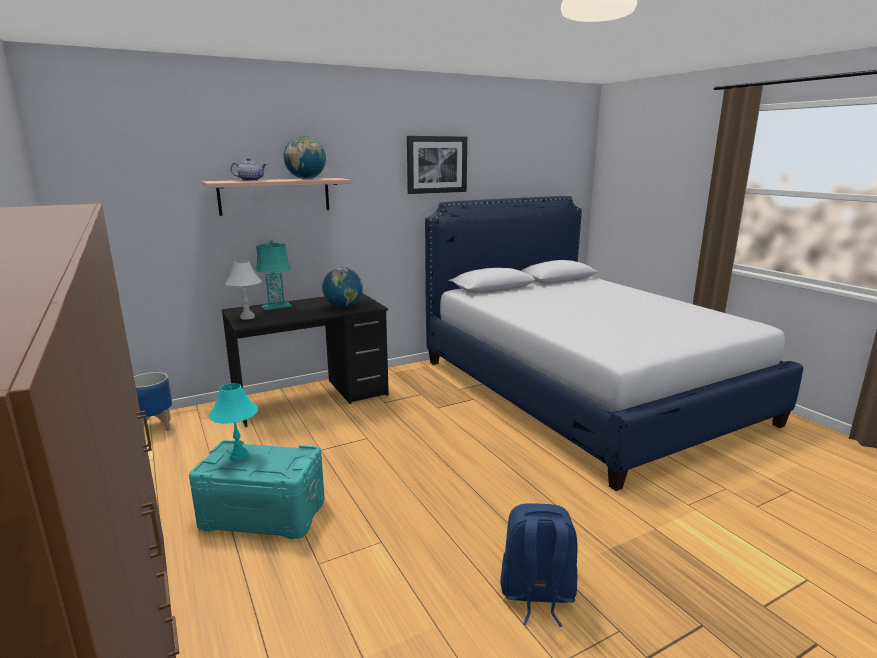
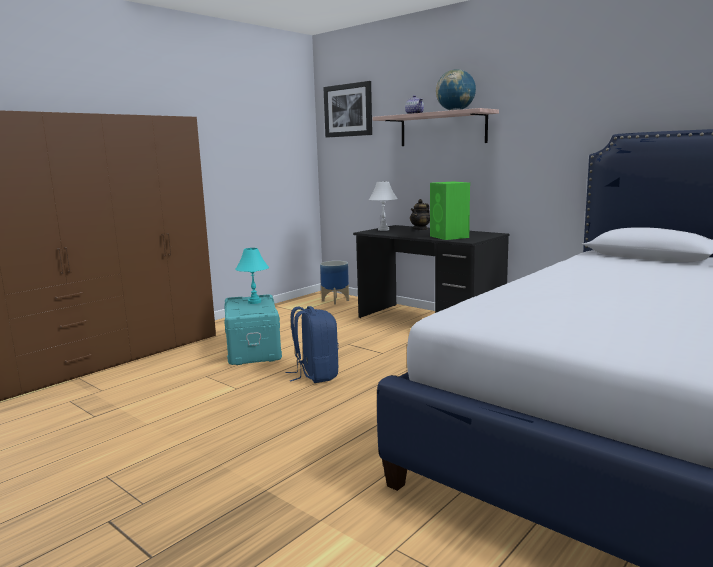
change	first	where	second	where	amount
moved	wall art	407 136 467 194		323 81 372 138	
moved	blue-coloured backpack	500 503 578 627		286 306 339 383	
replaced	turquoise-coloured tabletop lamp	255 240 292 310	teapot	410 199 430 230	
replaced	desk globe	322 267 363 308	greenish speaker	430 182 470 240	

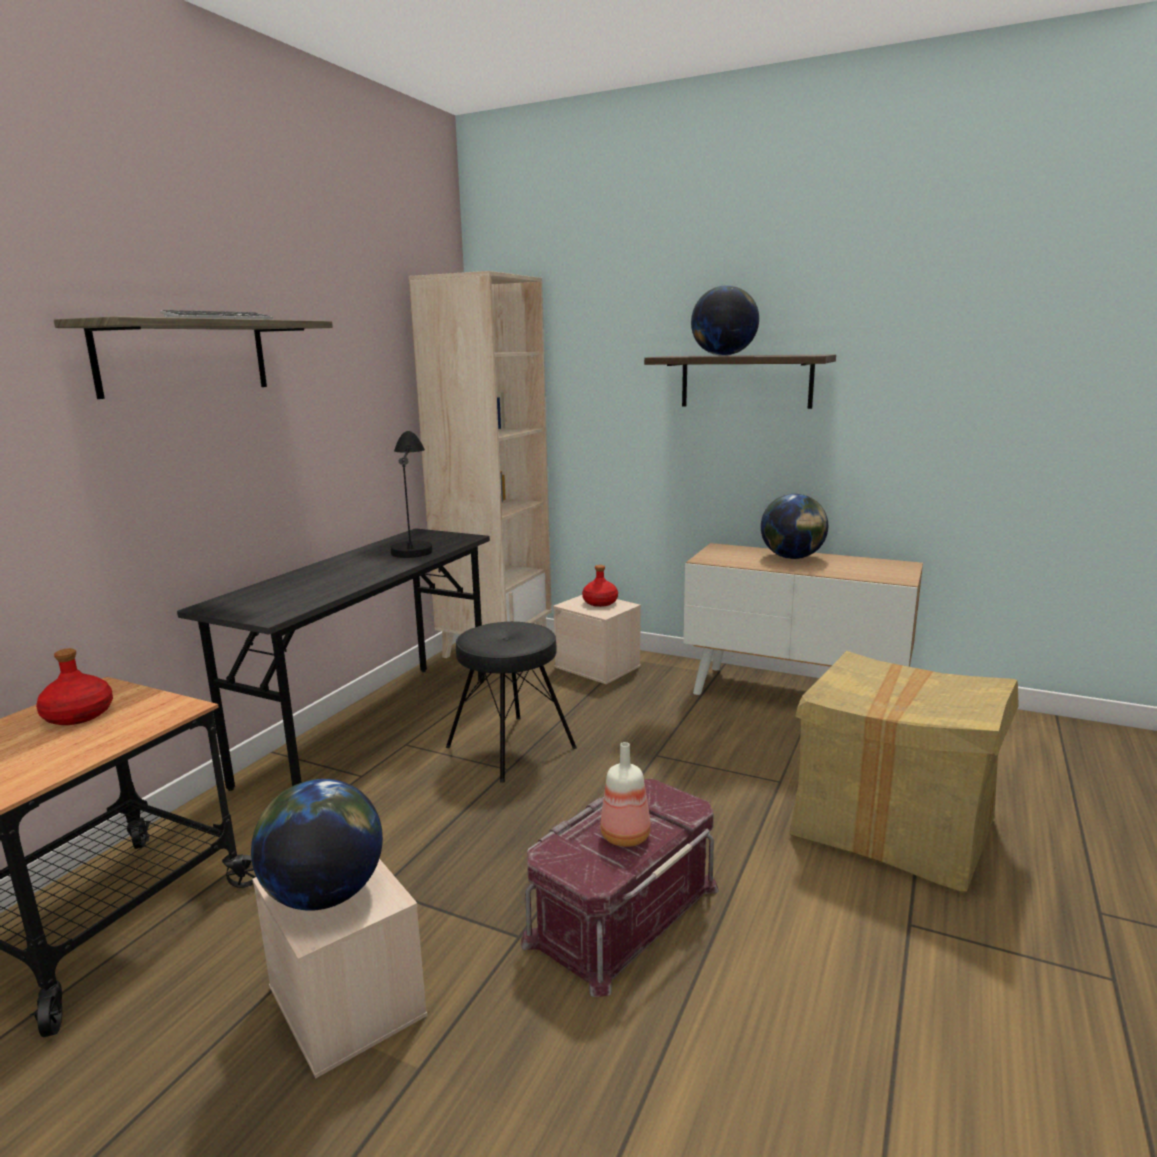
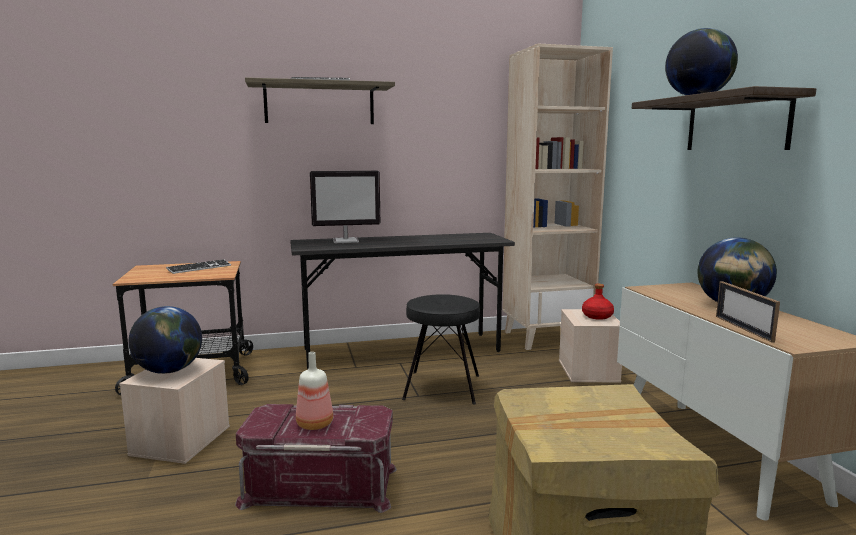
change	first	where	second	where	amount
removed	black tabletop lamp	391 431 432 558			
added			computer screen	310 171 380 243	
added			photo frame	716 281 780 343	
replaced	red bottle	36 648 113 725	PC keyboard	166 259 231 274	

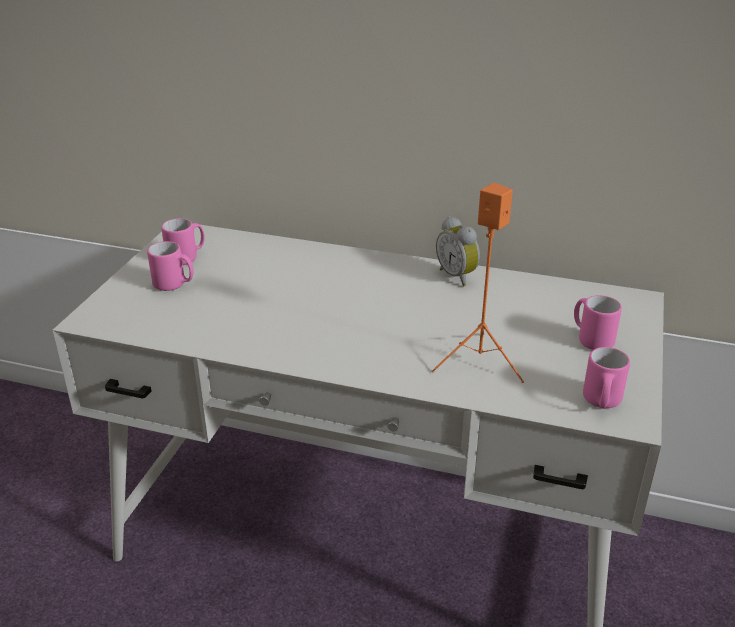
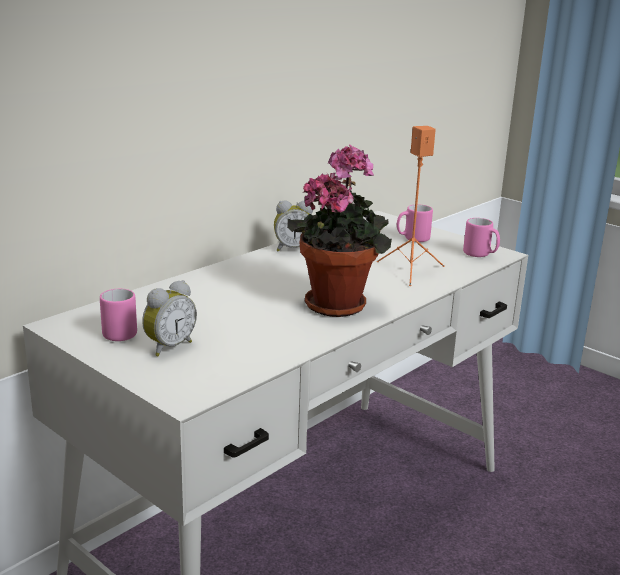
change	first	where	second	where	amount
added			houseplant	287 144 392 317	
replaced	pink mug	147 241 194 291	bedside clock	142 280 197 356	

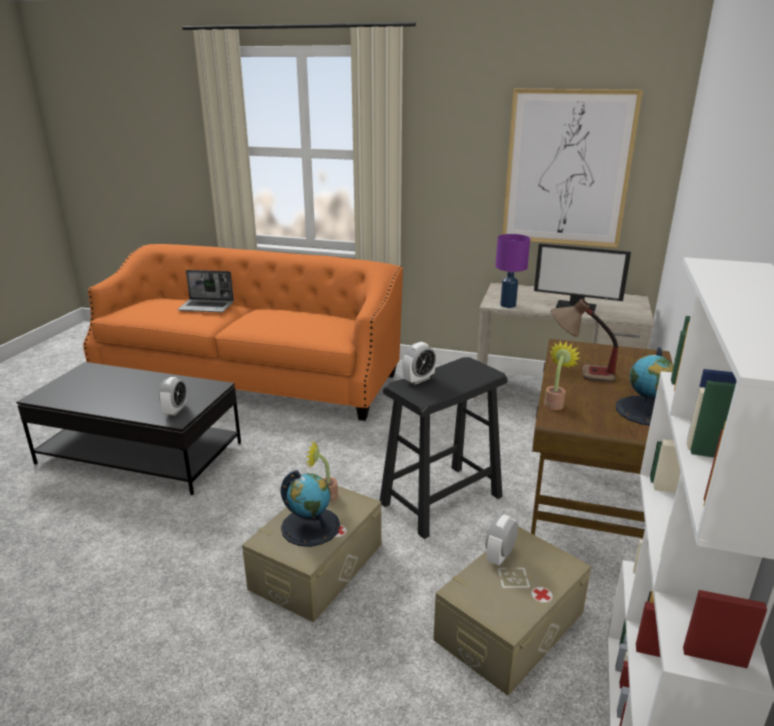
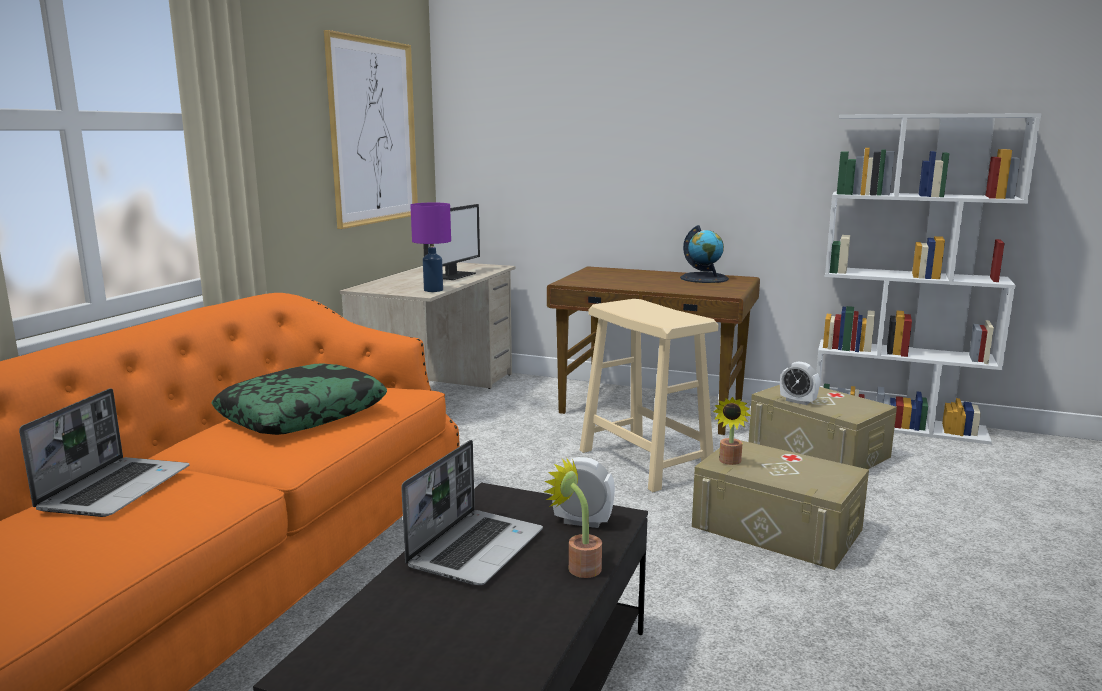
change	first	where	second	where	amount
removed	desk globe	281 470 340 547			
removed	bedside clock	402 342 436 385			
removed	tabletop lamp	550 299 618 382			
added			pillow	211 363 387 435	
added			notebook computer	401 440 543 585	
moved	houseplant	544 341 580 410		544 457 602 578	
recoloured	black sitting stool	380 357 508 539	sand-coloured sitting stool	580 299 718 492	

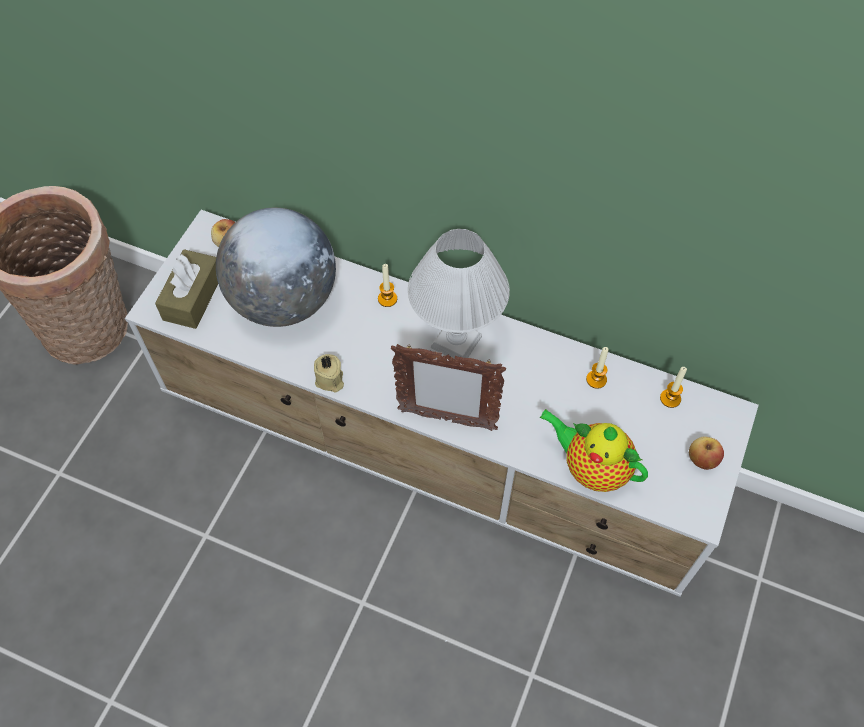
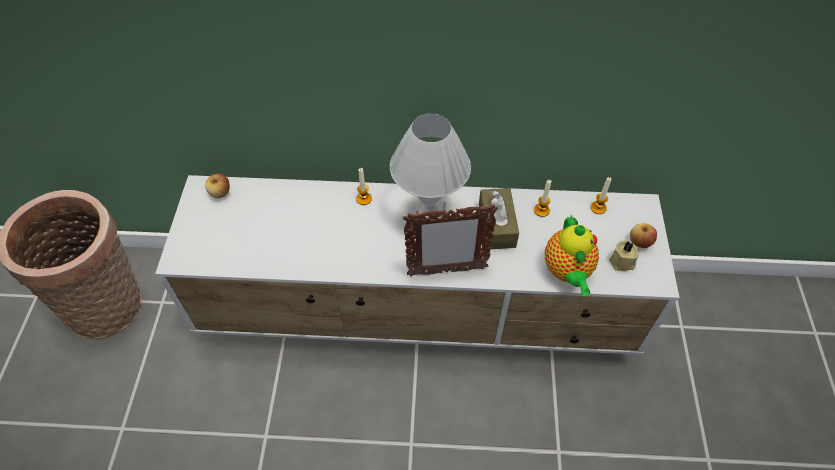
change	first	where	second	where	amount
removed	desk globe	216 208 336 327			
moved	brownish tissue holder	155 249 218 329		479 188 519 249	
moved	sand-coloured wax light	314 354 344 393		609 241 639 271	
turned	teapot	539 409 648 492		545 215 599 296	105 degrees counterclockwise

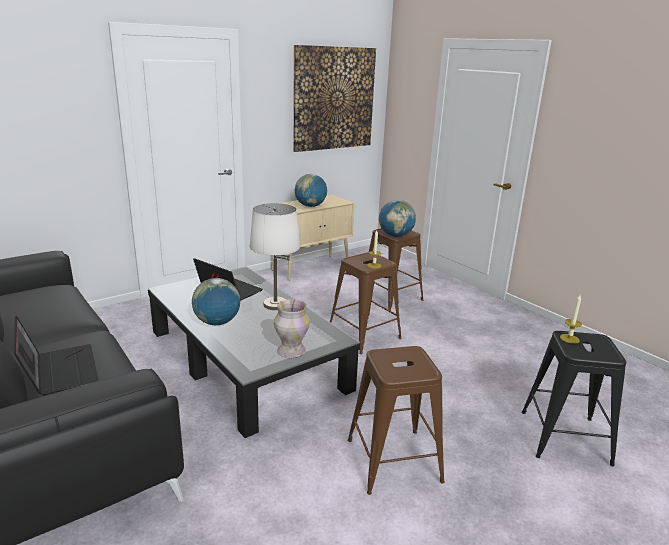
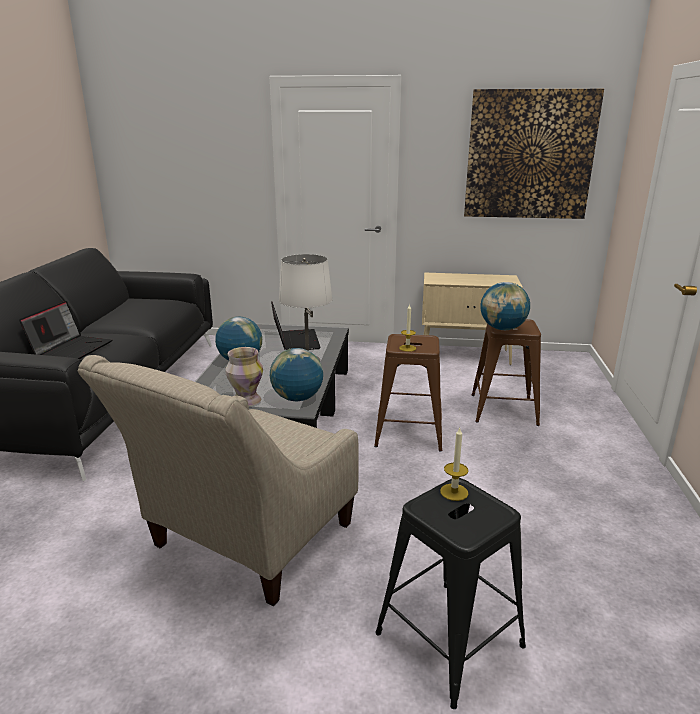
change	first	where	second	where	amount
moved	desk globe	295 174 327 207		270 348 323 401	
replaced	brownish sitting stool	348 346 445 495	sand-coloured easy chair	78 355 359 606	

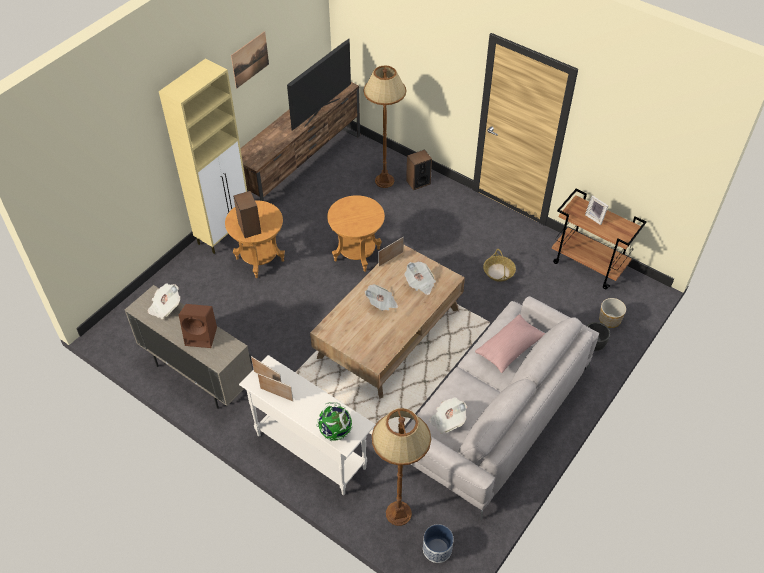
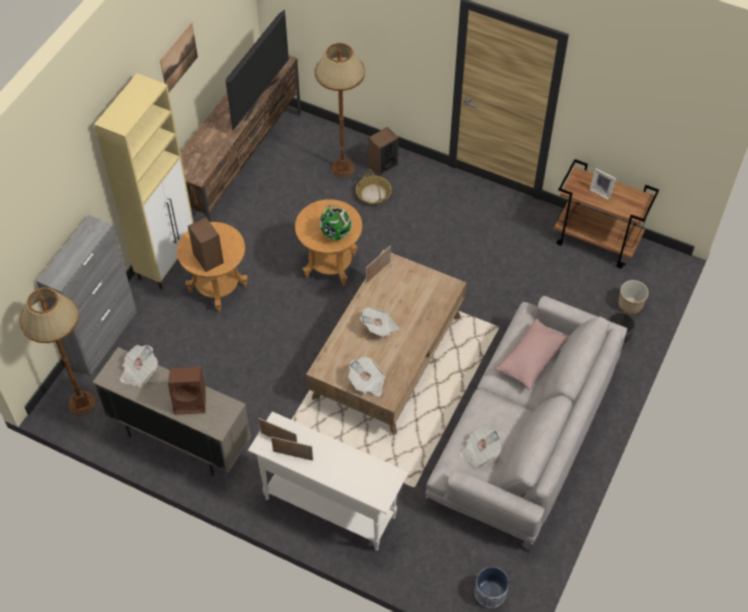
change	first	where	second	where	amount
added			grey storage cabinet	36 215 137 376	
moved	desk globe	316 402 353 441		319 204 352 240	
moved	brownish standard lamp	372 408 431 526		19 288 95 415	
moved	newspaper	405 262 436 295		348 357 386 397	
moved	storage basket	483 249 516 282		356 169 392 205	

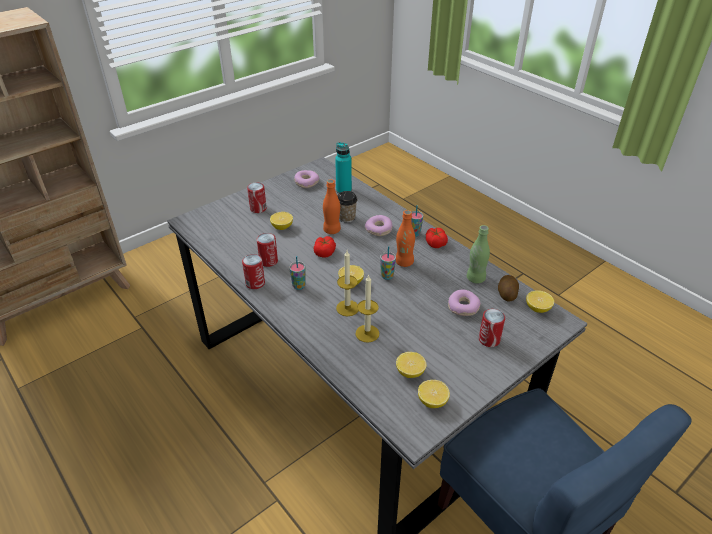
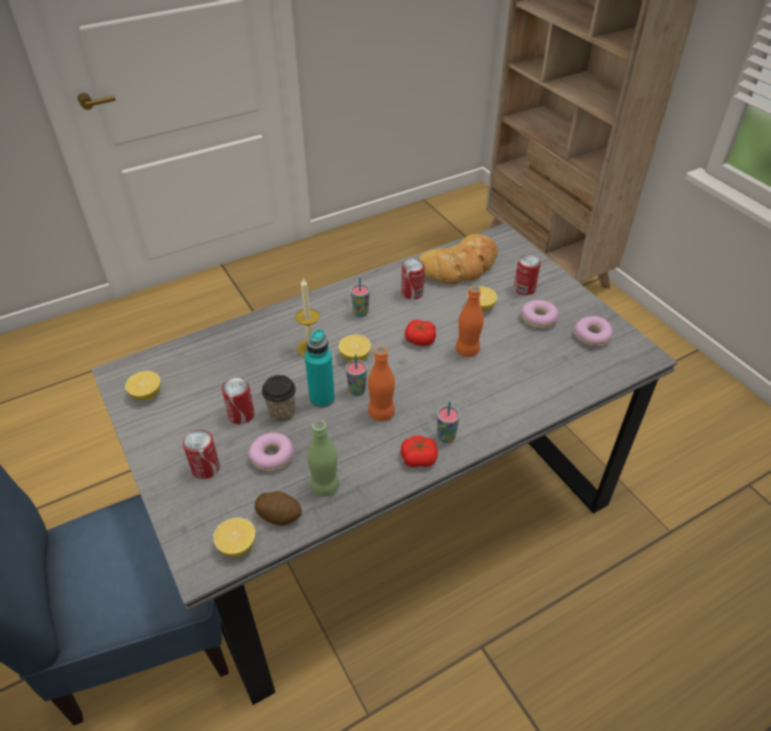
change	first	where	second	where	amount
removed	wax light	355 274 379 343			
removed	lemon	396 352 426 378			
added			bread	418 234 498 284	
moved	metal can	242 254 265 289		222 377 255 424	
moved	turquoise-coloured bottle	335 142 352 194		305 329 335 408	
moved	small cup	338 191 358 223		262 375 296 423	
moved	ring doughnut	365 215 393 236		521 300 559 328	

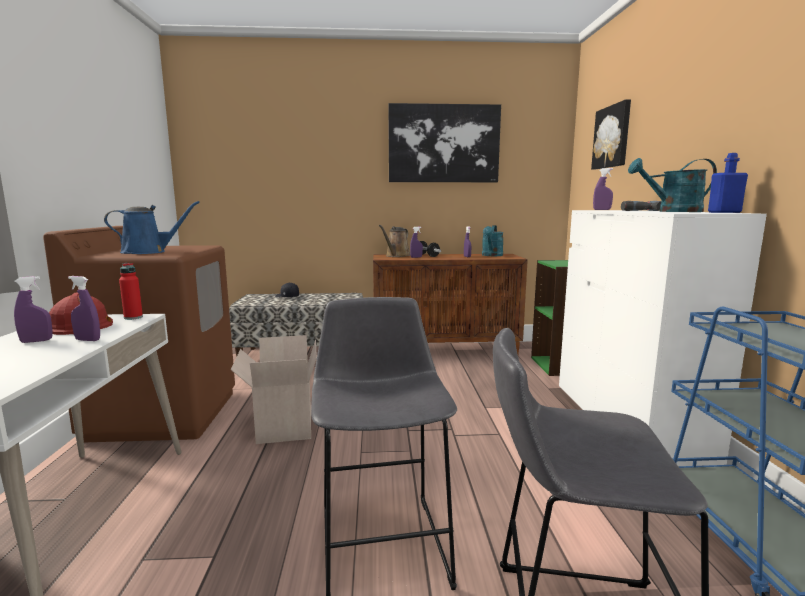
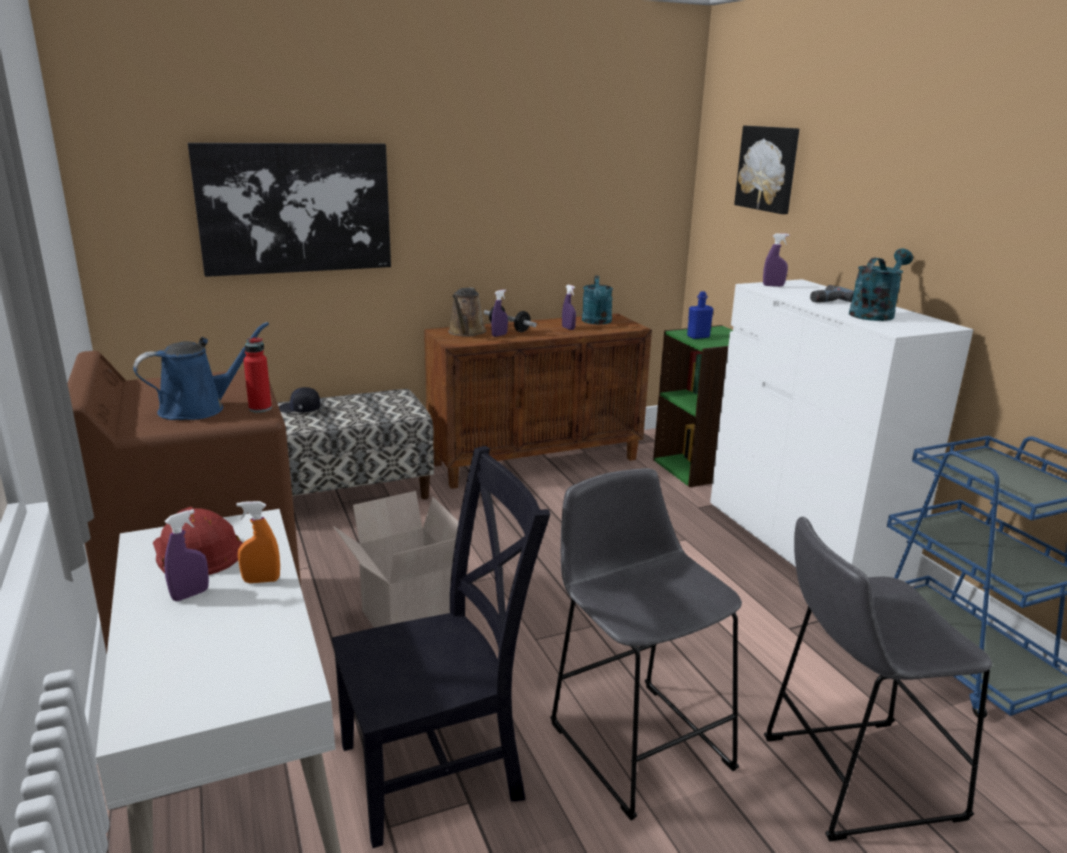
change	first	where	second	where	amount
added			black chair	332 446 550 848	
moved	red bottle	119 263 143 320		243 337 272 413	
moved	wall art	388 103 501 182		188 143 391 277	
moved	blue-coloured bottle	708 153 748 213		687 291 713 339	
recoloured	purplish spray bottle	68 276 100 341	orange-coloured spray bottle	236 501 280 583	
turned	turquoise-coloured sprinkling can	628 158 717 212		849 249 913 321	150 degrees clockwise

